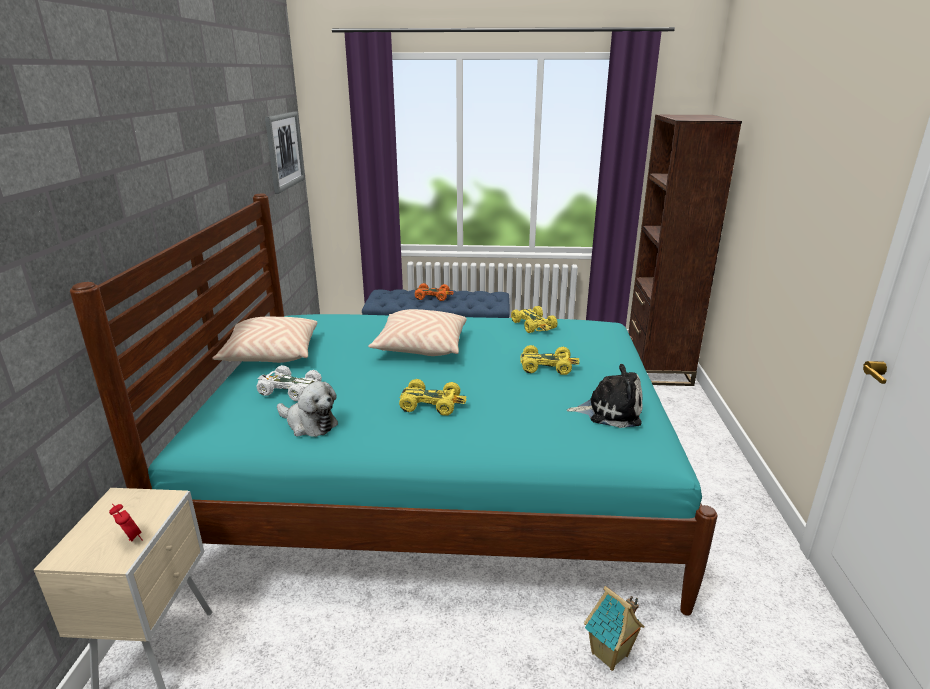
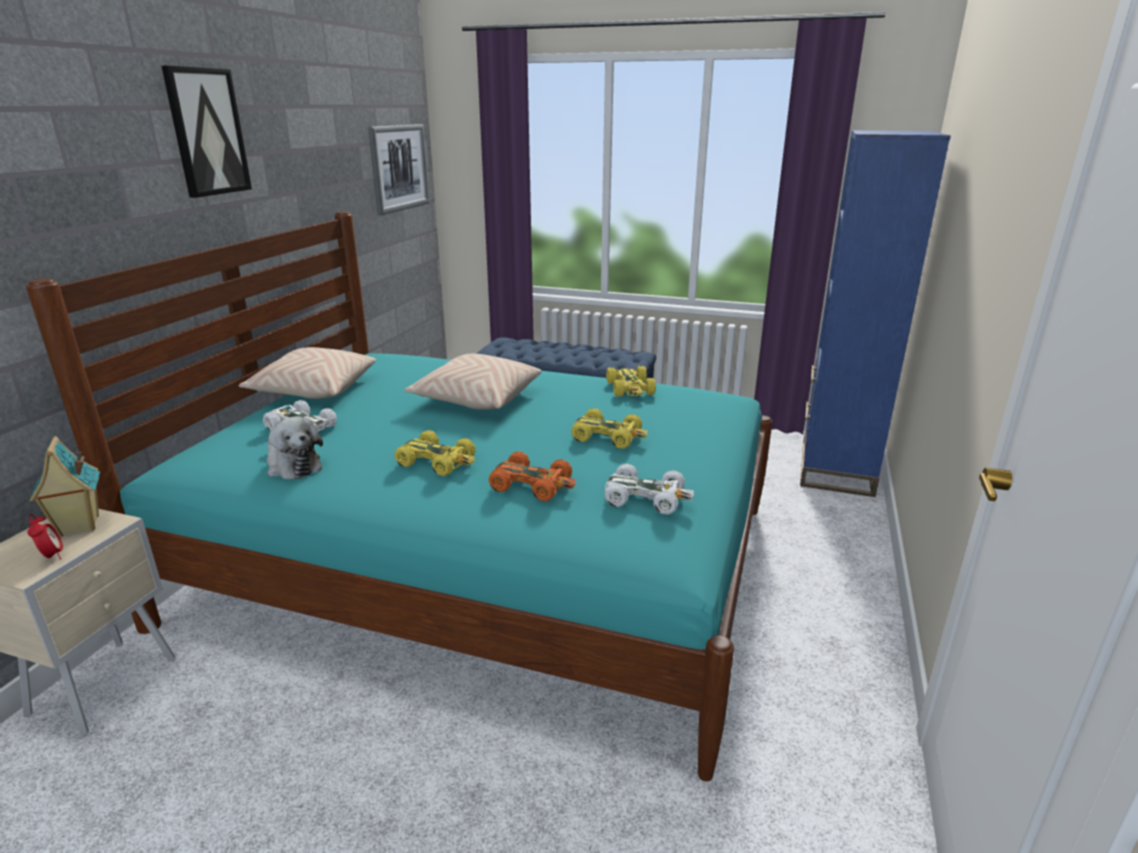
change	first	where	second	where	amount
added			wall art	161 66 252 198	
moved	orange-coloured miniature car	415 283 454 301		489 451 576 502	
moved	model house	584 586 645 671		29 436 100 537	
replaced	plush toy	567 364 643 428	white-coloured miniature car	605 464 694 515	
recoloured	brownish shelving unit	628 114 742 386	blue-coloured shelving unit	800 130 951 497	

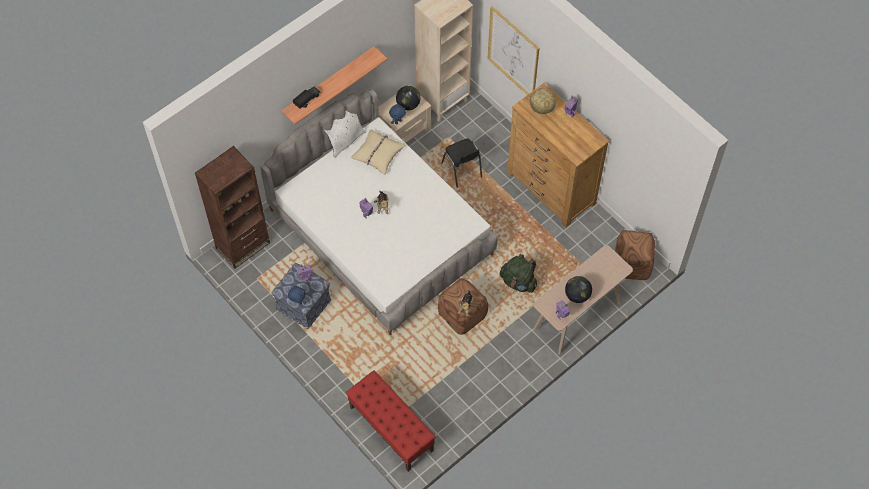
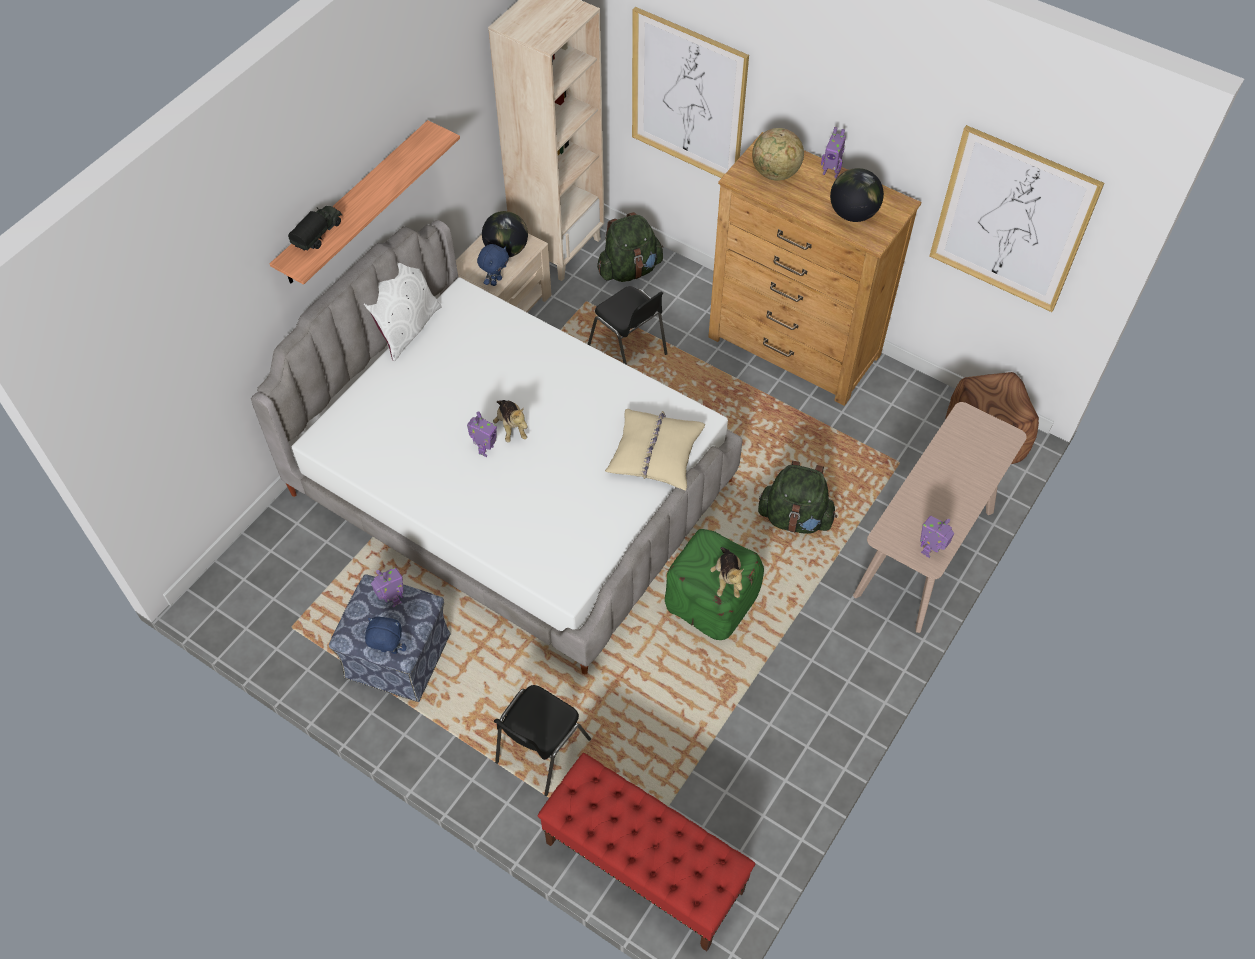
change	first	where	second	where	amount
removed	brownish shelving unit	195 146 270 269			
added			black chair	494 685 591 796	
added			greenish backpack	597 212 663 282	
added			wall art	929 125 1104 312	
moved	sand-coloured pillow	351 129 405 175		605 409 705 490	
moved	desk globe	565 276 592 303		830 168 884 222	
recoloured	brownish footrest	438 278 488 335	greenish footrest	665 529 764 640	

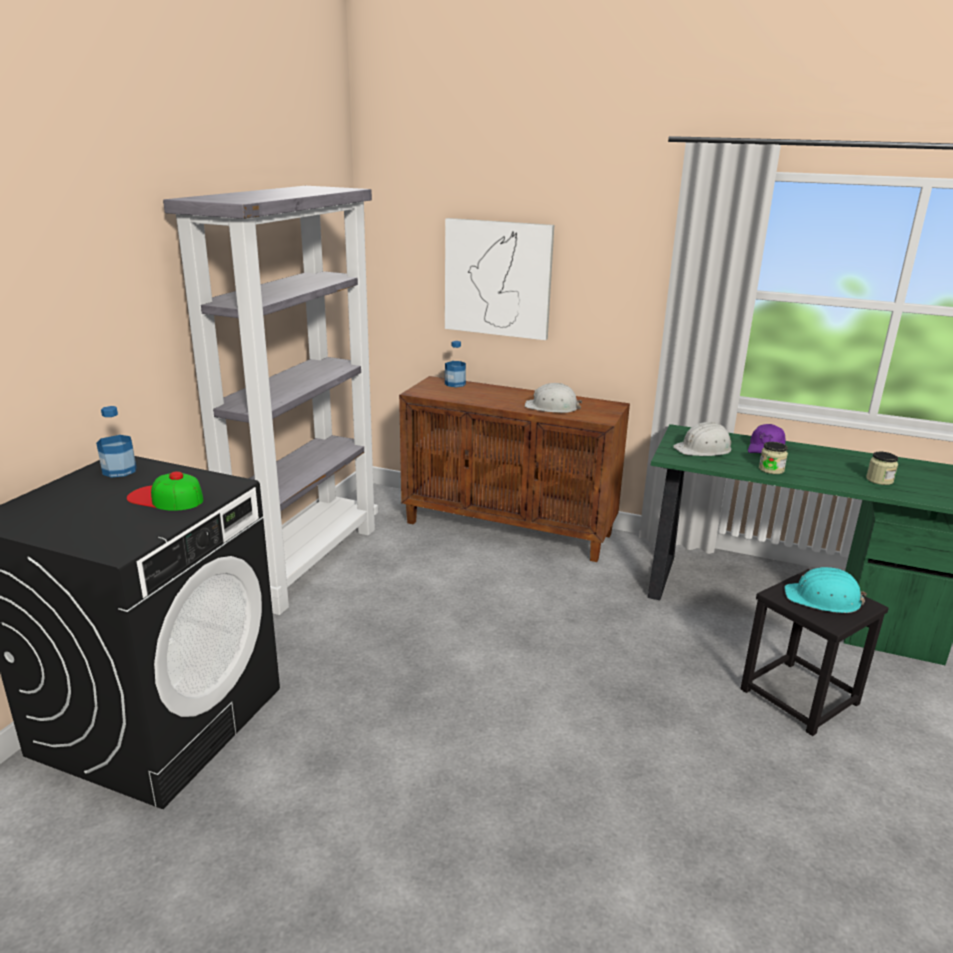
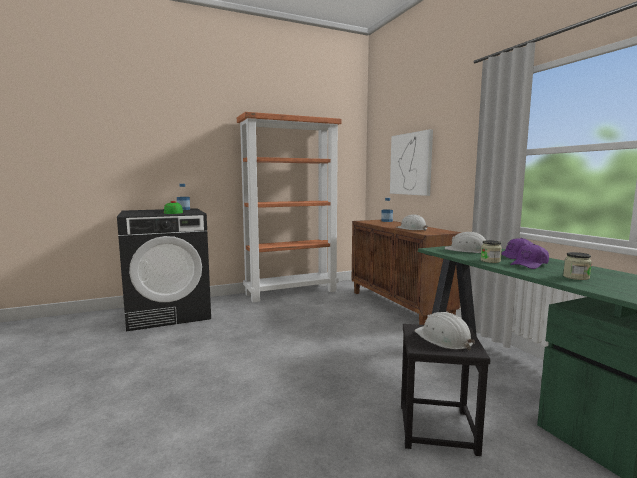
change	first	where	second	where	amount
added			purplish peaked cap	510 244 549 269	
recoloured	grey shelving unit	163 186 378 615	orange-coloured shelving unit	237 112 342 303	
recoloured	turquoise-coloured work helmet	784 567 867 613	white-coloured work helmet	415 312 475 350	

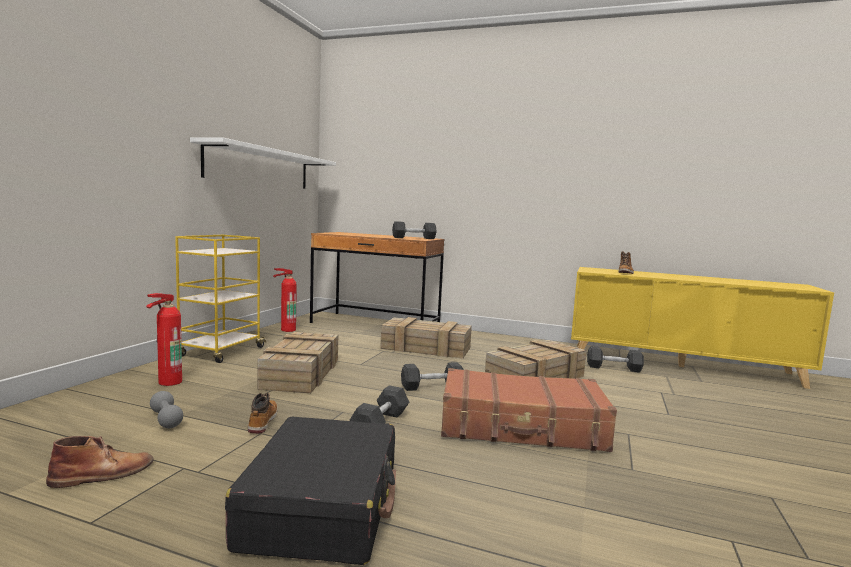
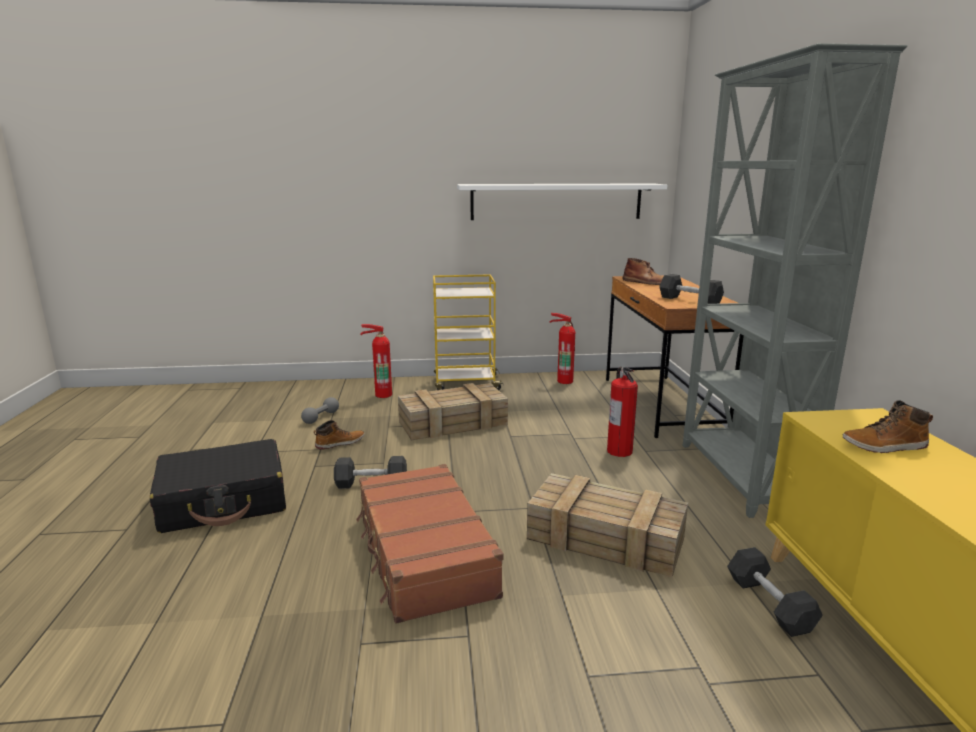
change	first	where	second	where	amount
removed	grey free weight	401 362 463 391			
added			grey shelving unit	683 43 907 518	
moved	brownish boot	46 436 154 488		622 258 663 285	
replaced	packing crate	380 317 472 359	fire extinguisher	607 367 638 457	

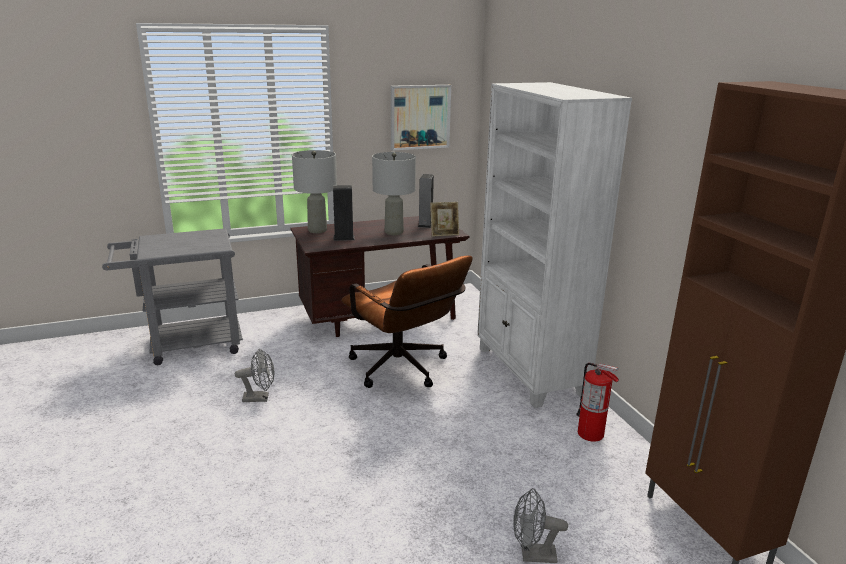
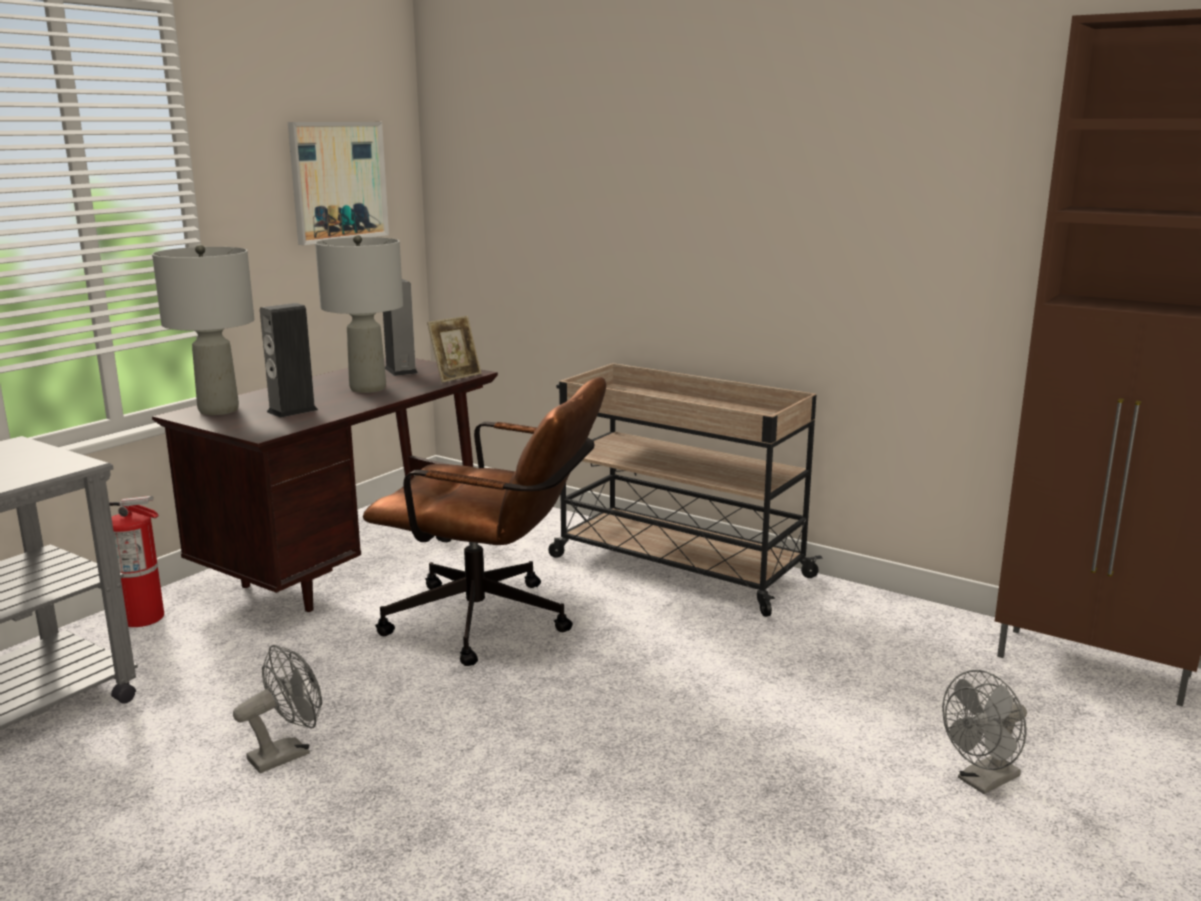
change	first	where	second	where	amount
moved	fire extinguisher	576 363 619 442		109 496 164 627	
replaced	white-coloured shelving unit	477 82 632 408	sand-coloured cart	548 363 823 617	

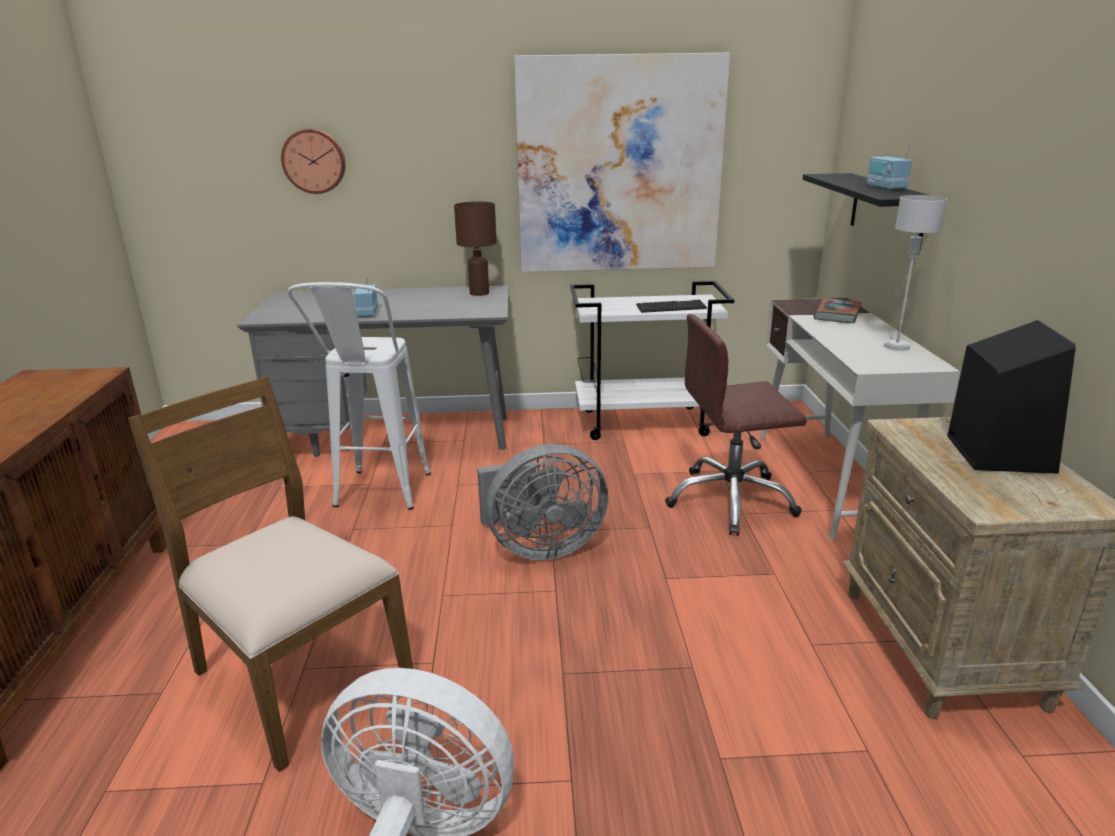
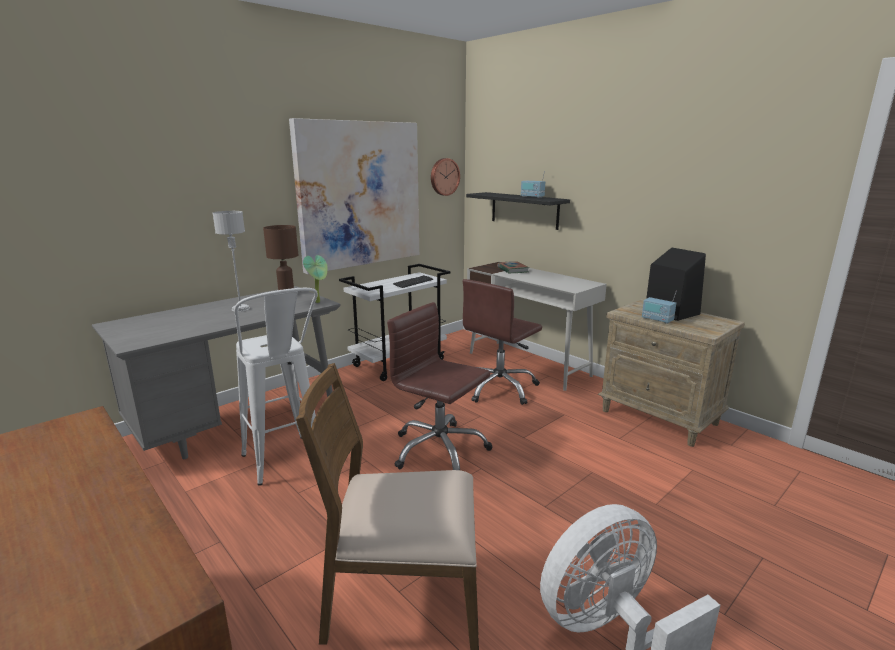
change	first	where	second	where	amount
added			houseplant	303 255 328 303	
moved	hanging clock	281 129 346 194		431 158 460 196	
moved	radio set	354 276 378 318		642 290 677 324	
moved	grey tabletop lamp	883 195 947 351		213 211 250 312	
replaced	grey cooling fan	477 444 608 560	brownish office chair	387 302 493 470	

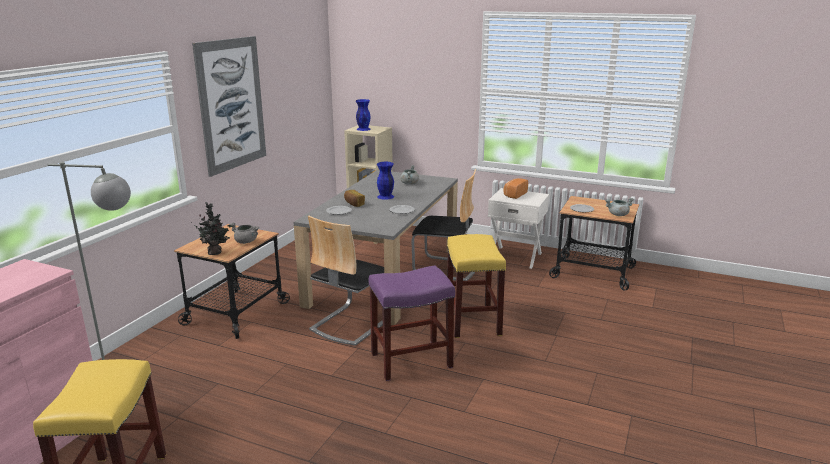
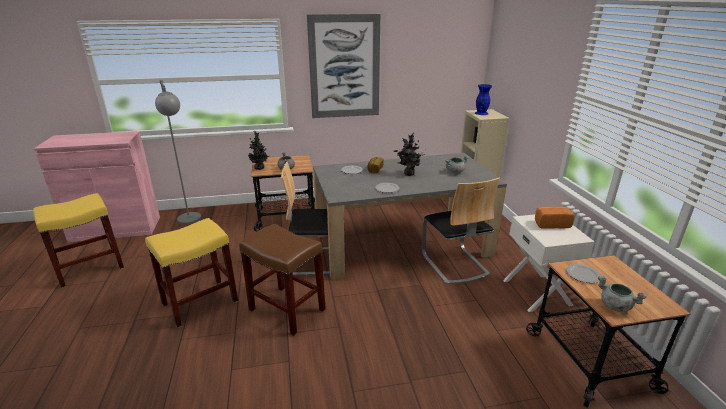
change	first	where	second	where	amount
moved	yellow-coloured sitting stool	447 234 506 338		145 218 238 328	
replaced	blue-coloured vase	377 162 394 200	houseplant	394 132 426 176	
recoloured	purplish sitting stool	369 266 455 381	brownish sitting stool	239 224 326 336	

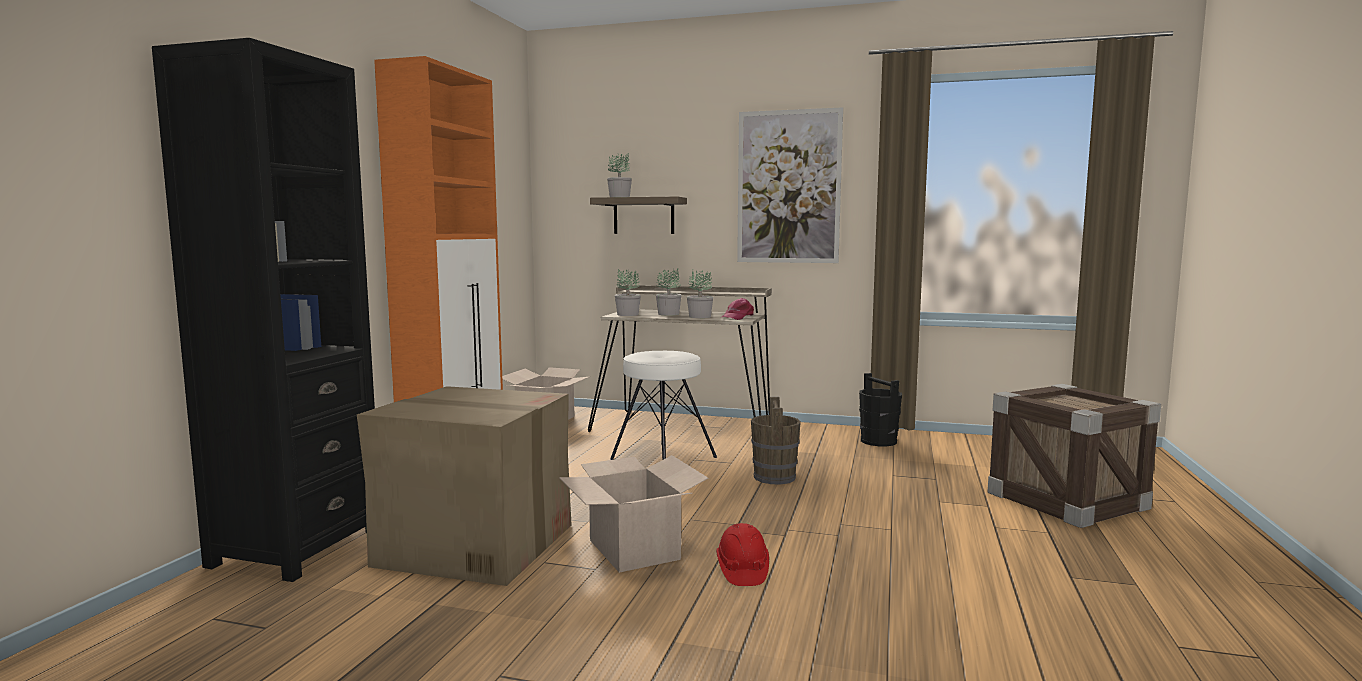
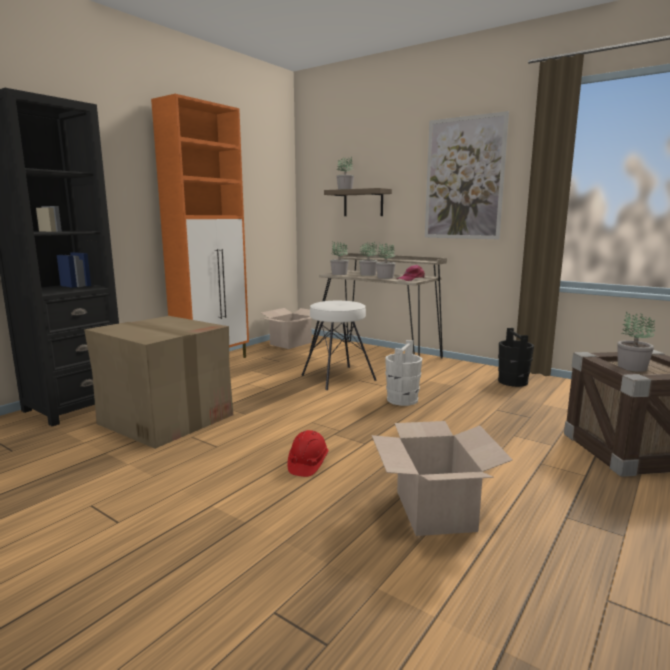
change	first	where	second	where	amount
added			houseplant	617 312 655 372	
moved	cardboard box	559 455 708 573		372 421 513 536	
recoloured	brownish water bucket	751 397 801 484	white-coloured water bucket	385 340 422 406	

